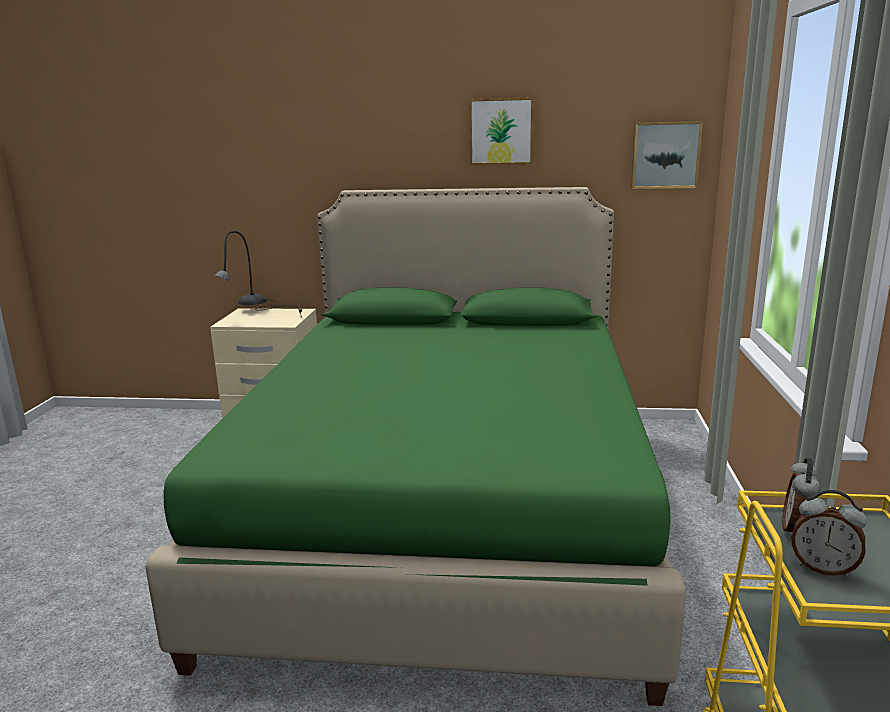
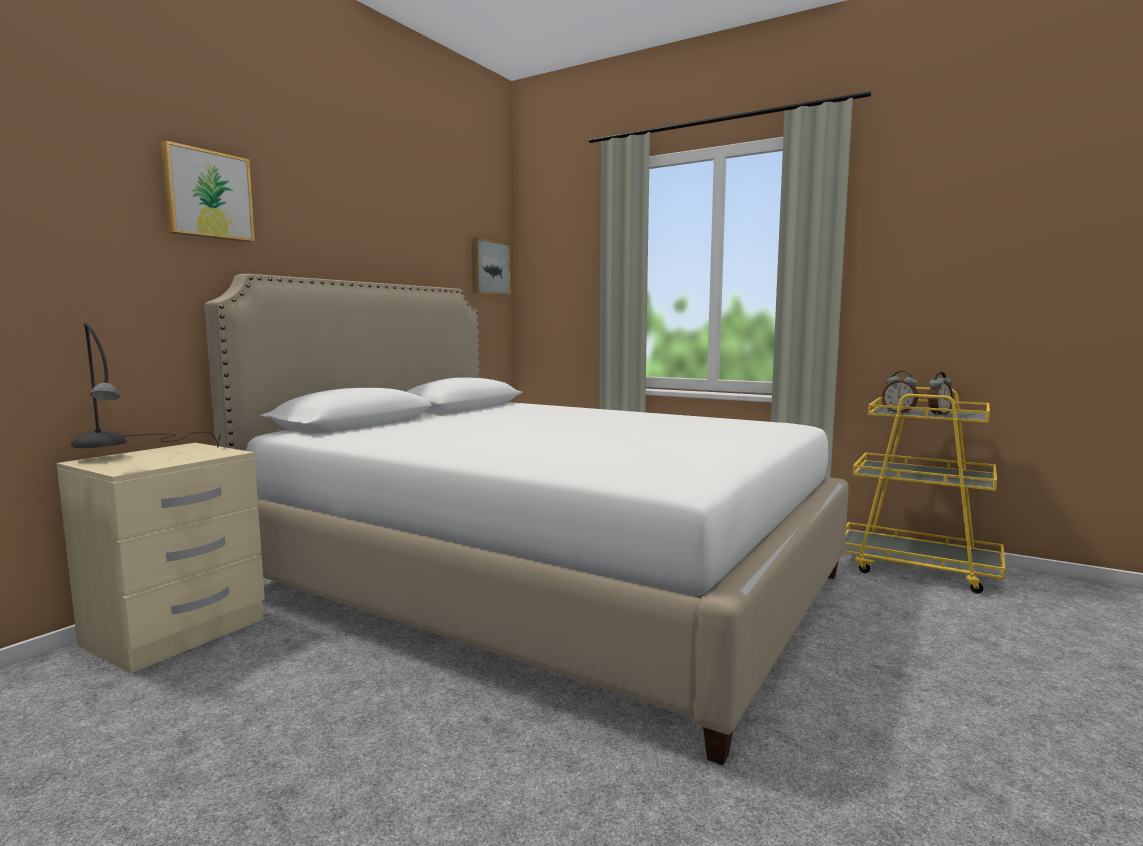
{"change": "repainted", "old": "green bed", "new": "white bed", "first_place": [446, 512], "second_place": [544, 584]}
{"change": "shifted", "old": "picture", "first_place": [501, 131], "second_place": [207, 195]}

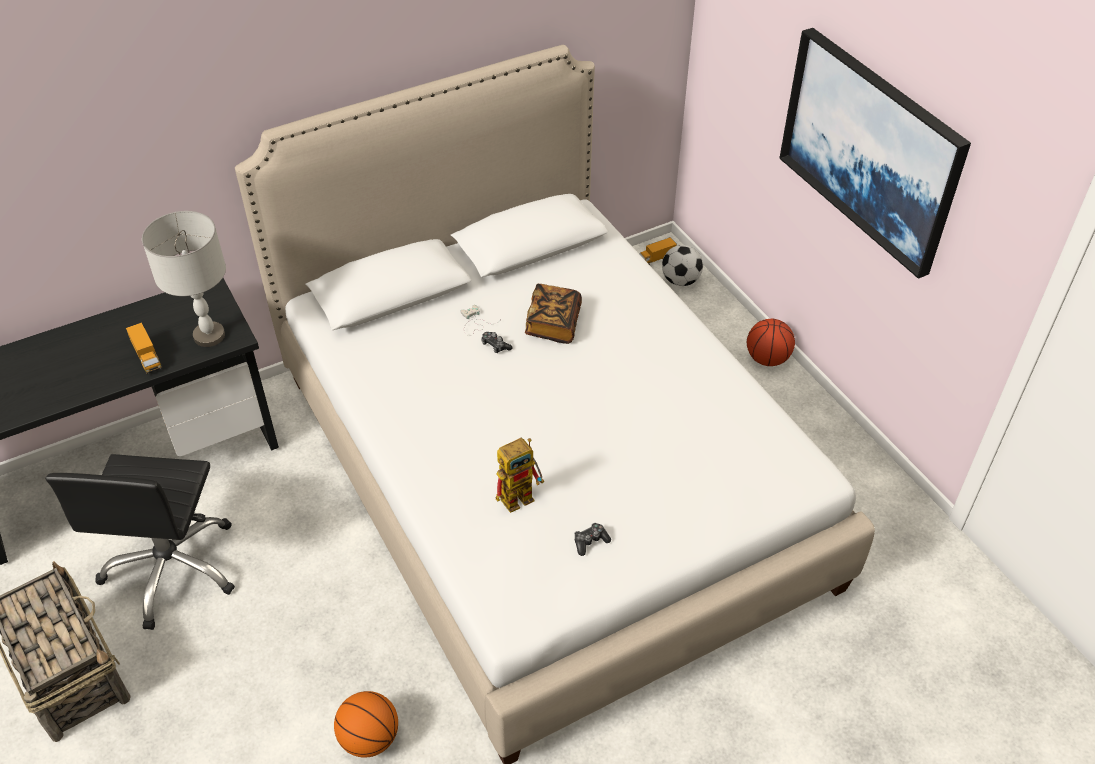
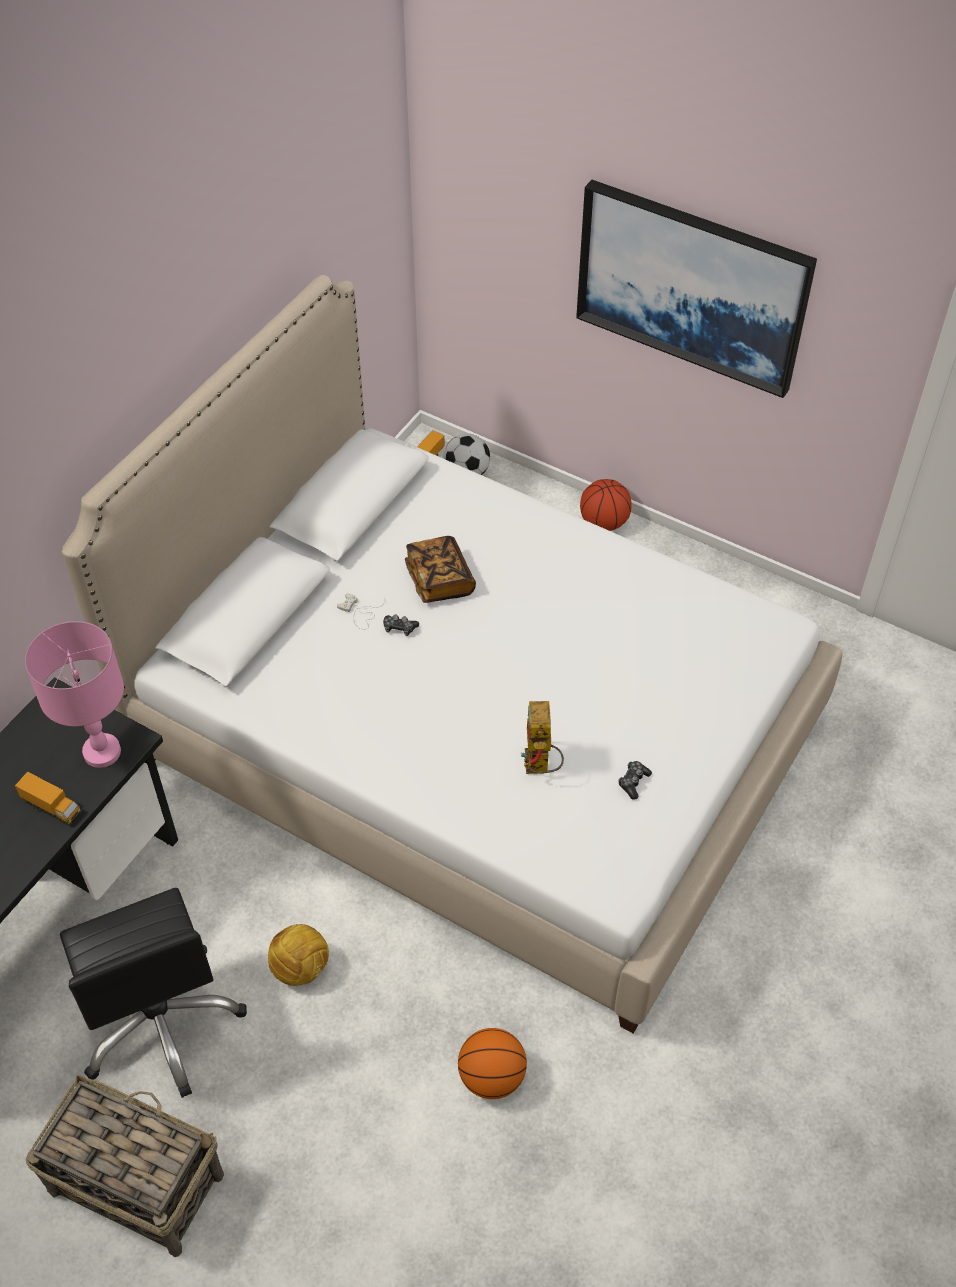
{"change": "repainted", "old": "grey table lamp", "new": "pink table lamp", "first_place": [209, 335], "second_place": [101, 751]}
{"change": "rotated", "old": "toy robot", "first_place": [521, 494], "second_place": [540, 767], "degrees": 150}
{"change": "new", "new": "football", "second_place": [301, 968]}

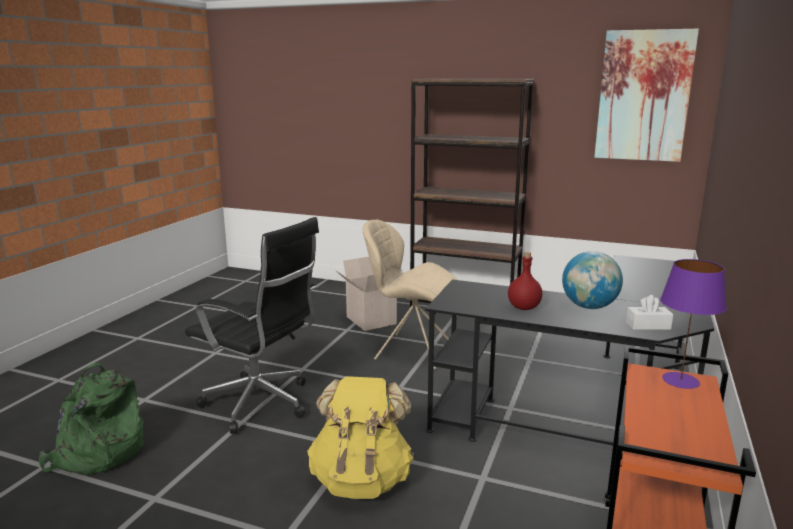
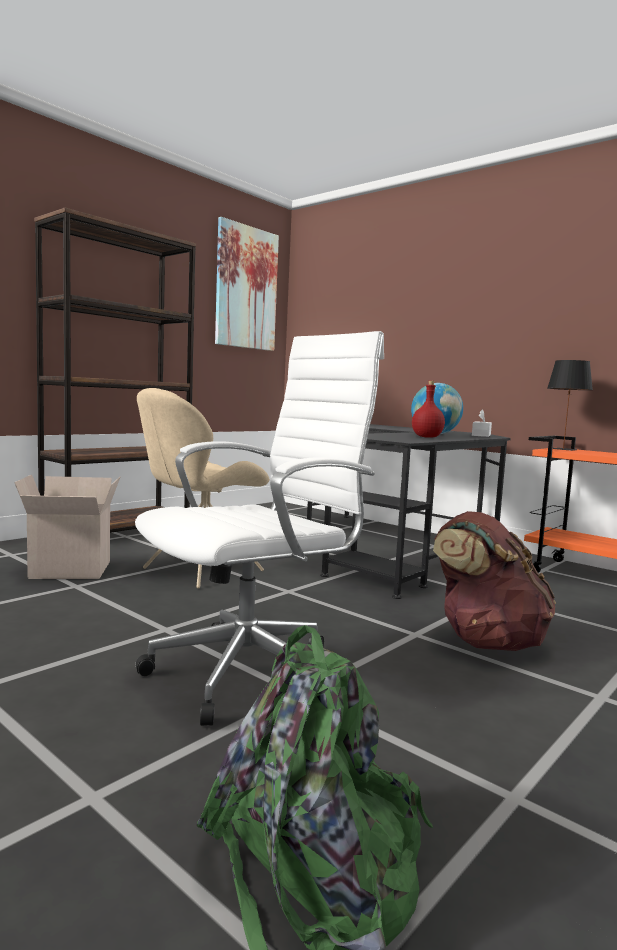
{"change": "repainted", "old": "black office chair", "new": "white office chair", "first_place": [262, 405], "second_place": [254, 671]}
{"change": "repainted", "old": "yellow backpack", "new": "brown backpack", "first_place": [361, 480], "second_place": [486, 641]}
{"change": "repainted", "old": "purple table lamp", "new": "black table lamp", "first_place": [681, 380], "second_place": [563, 449]}

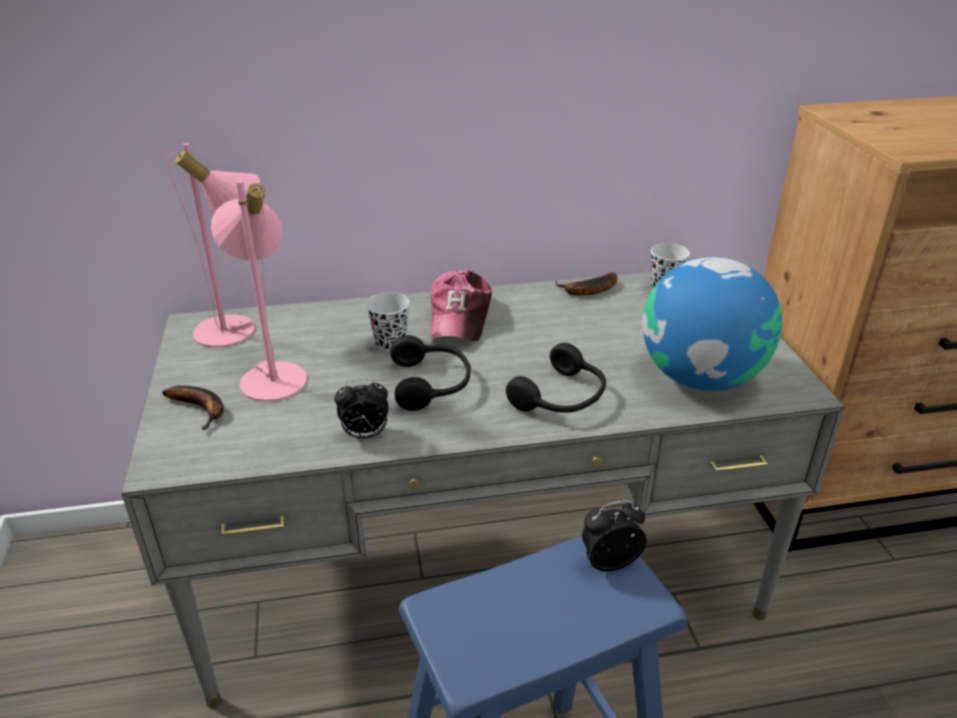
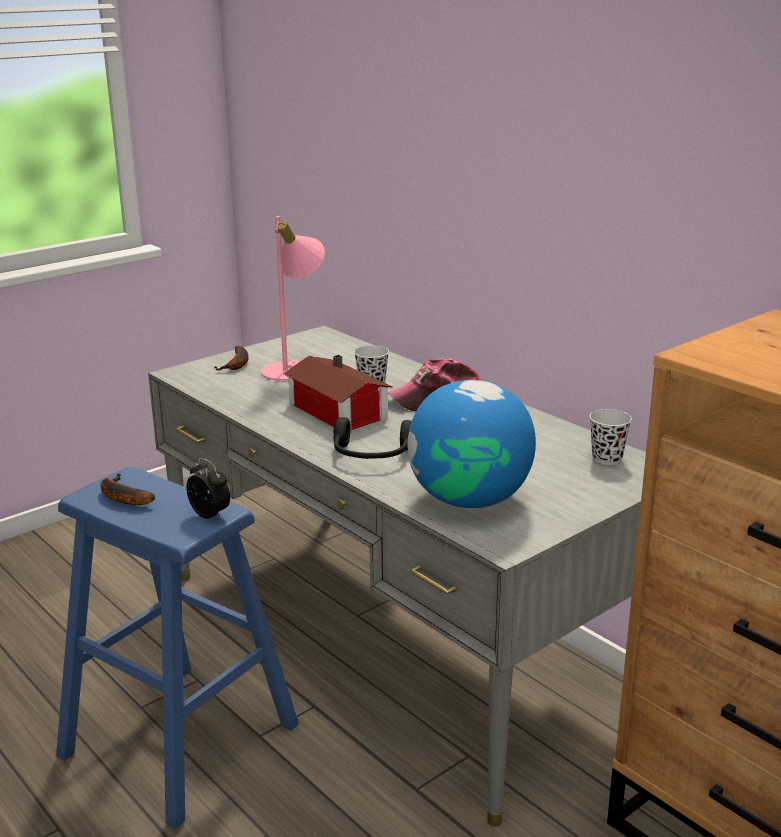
{"change": "gone", "old": "pink table lamp", "first_place": [237, 330]}
{"change": "gone", "old": "alarm clock", "first_place": [365, 435]}
{"change": "swapped", "old": "black headphones", "new": "toy house", "first_place": [432, 384], "second_place": [337, 412]}
{"change": "shifted", "old": "banana", "first_place": [588, 291], "second_place": [121, 496]}

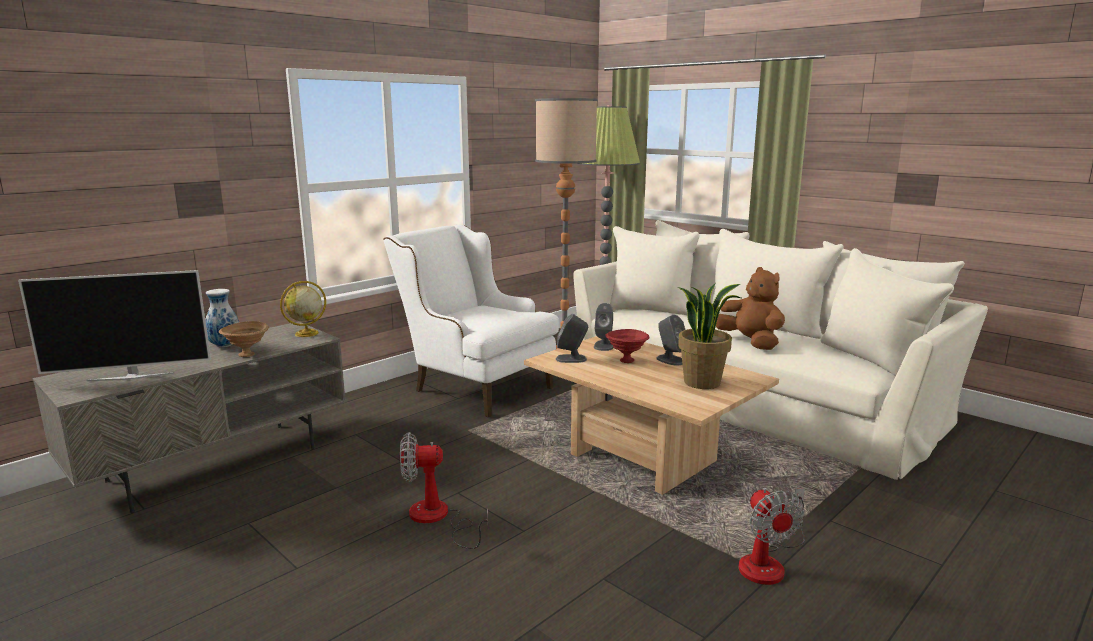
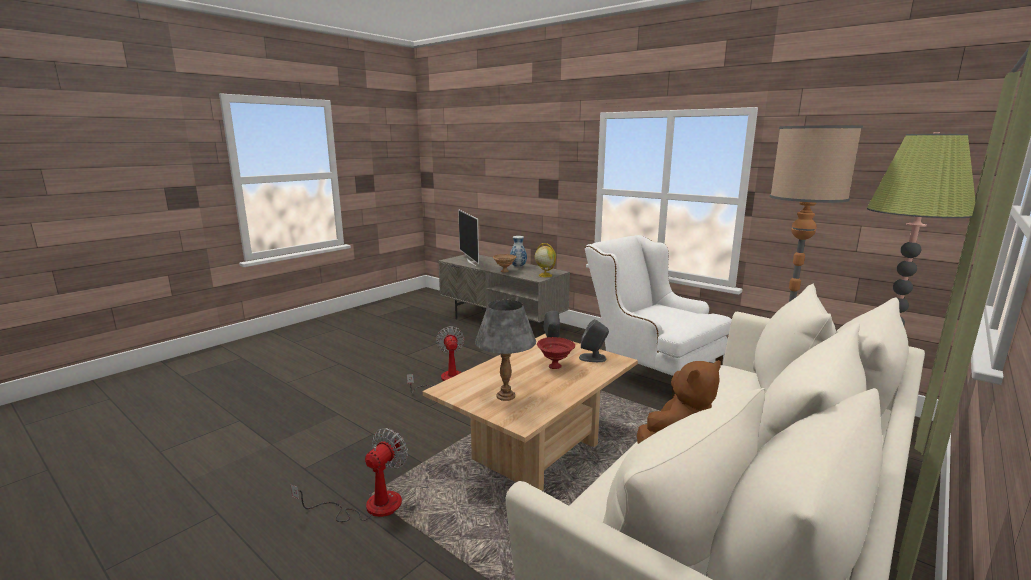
{"change": "rotated", "old": "white armchair", "first_place": [474, 385], "second_place": [650, 372], "degrees": -75}
{"change": "gone", "old": "grey speaker", "first_place": [670, 360]}
{"change": "swapped", "old": "potted plant", "new": "grey table lamp", "first_place": [702, 382], "second_place": [506, 396]}
{"change": "rotated", "old": "fan", "first_place": [768, 562], "second_place": [370, 506], "degrees": 135}

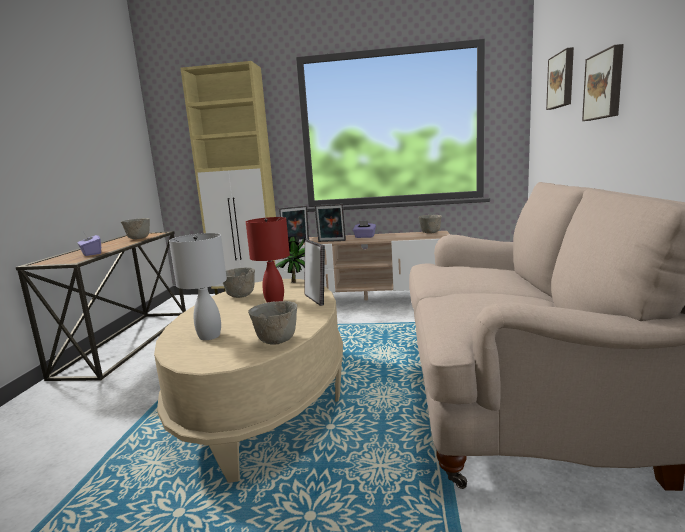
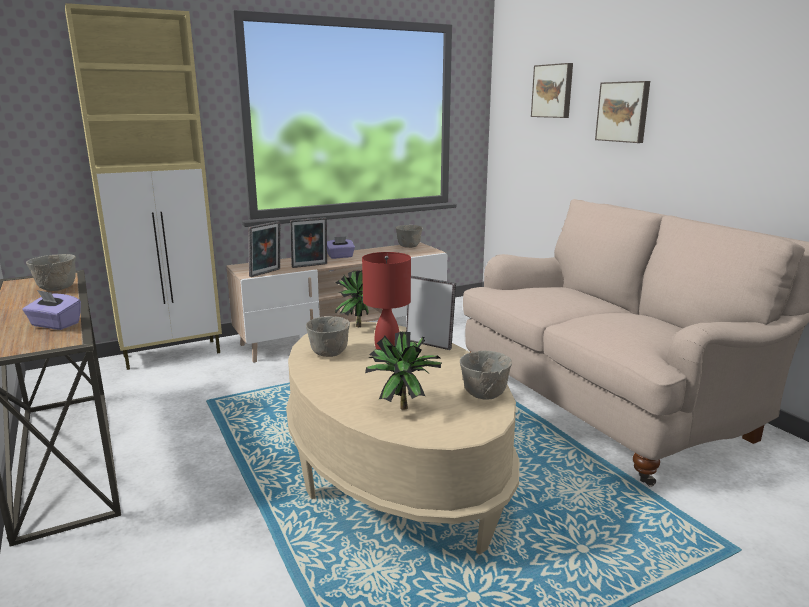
{"change": "swapped", "old": "white table lamp", "new": "potted plant", "first_place": [209, 336], "second_place": [401, 406]}

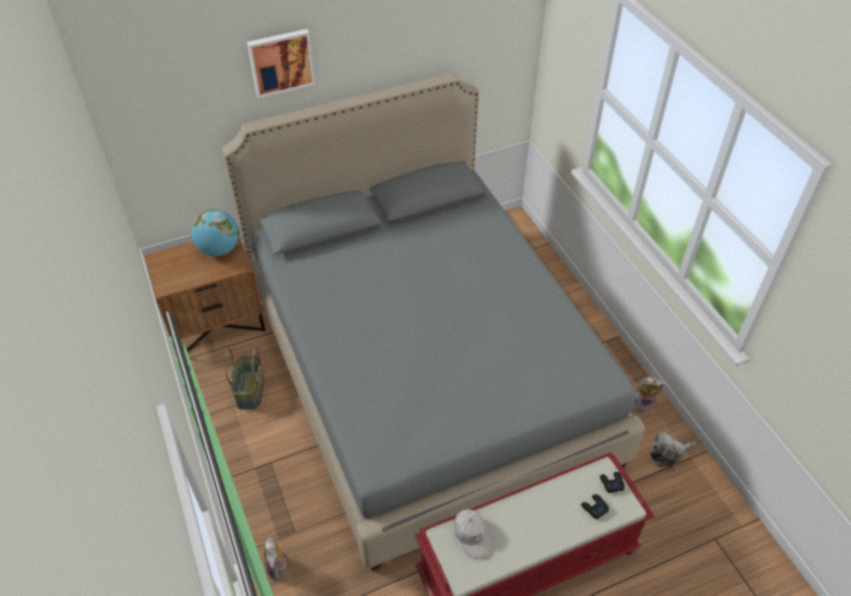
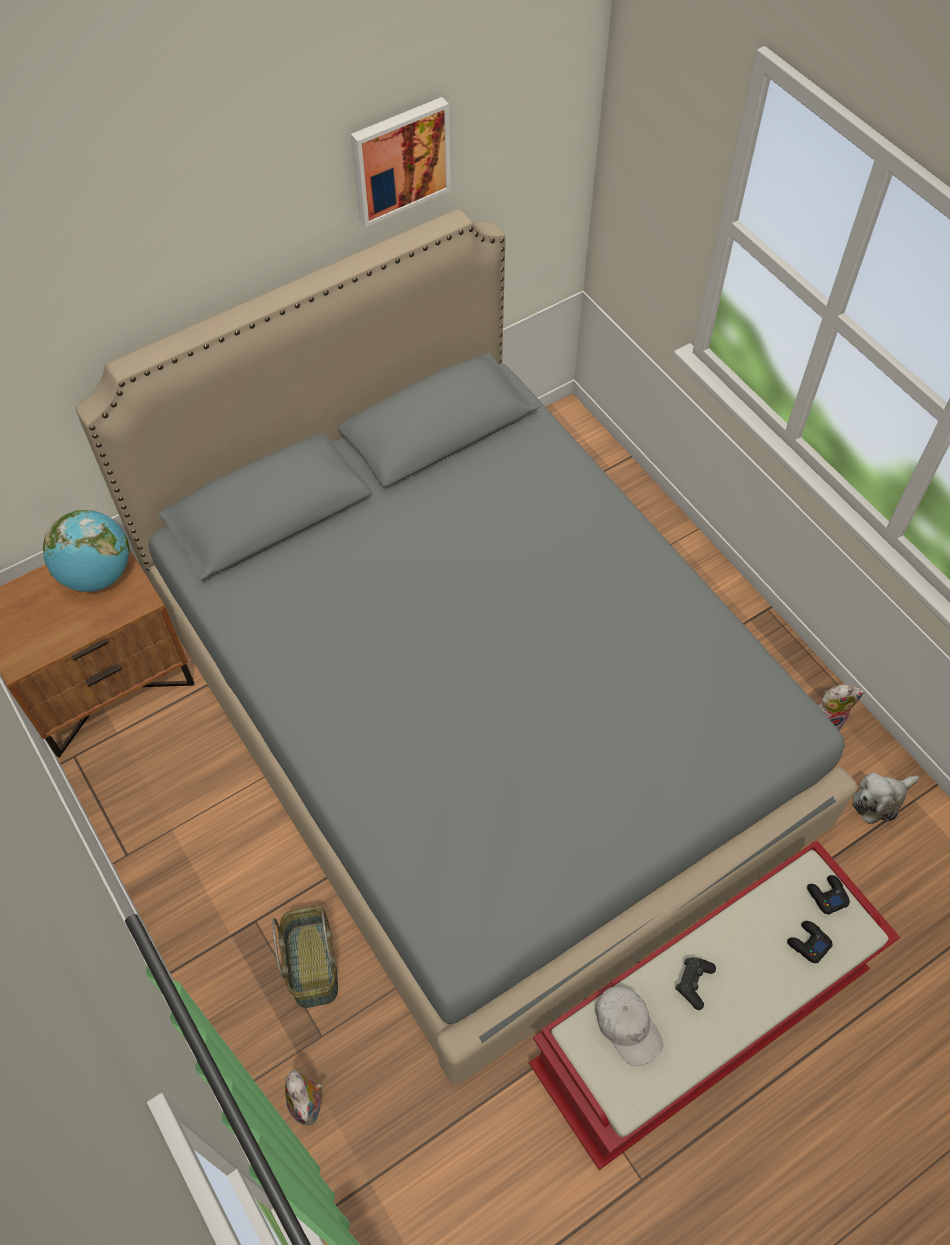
{"change": "shifted", "old": "basket", "first_place": [249, 390], "second_place": [311, 964]}
{"change": "shifted", "old": "picture", "first_place": [281, 62], "second_place": [399, 160]}
{"change": "new", "new": "black game controller", "second_place": [693, 983]}

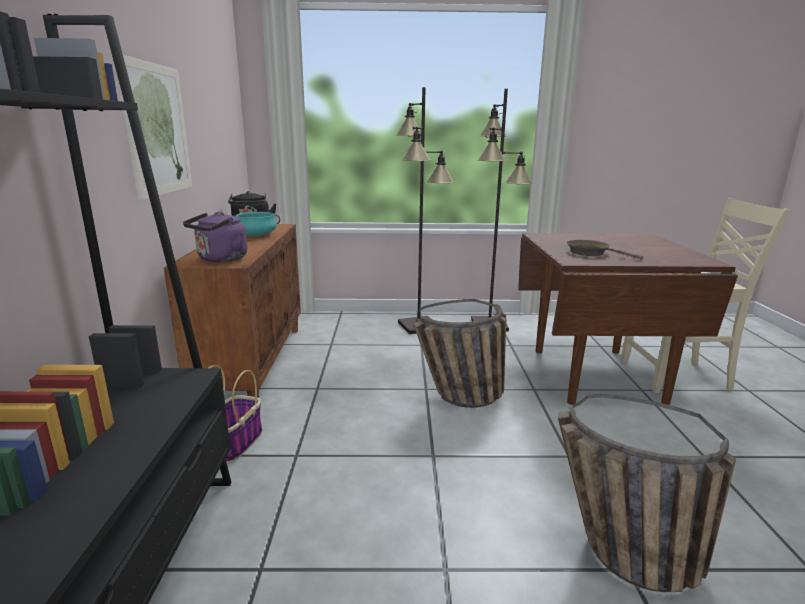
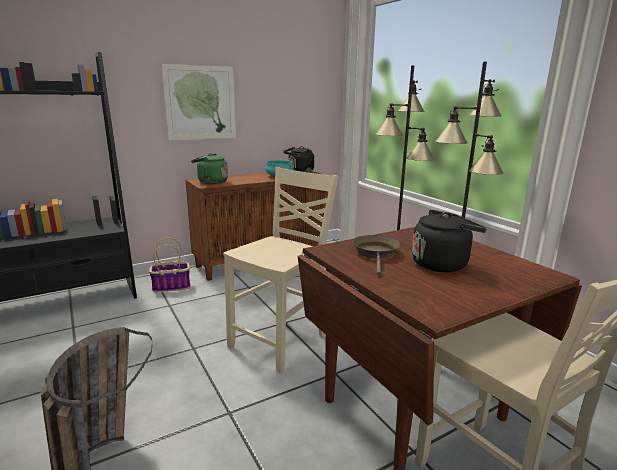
{"change": "repainted", "old": "purple kettle", "new": "green kettle", "first_place": [220, 259], "second_place": [210, 182]}
{"change": "swapped", "old": "basket", "new": "beige chair", "first_place": [461, 399], "second_place": [281, 341]}
{"change": "new", "new": "black kettle", "second_place": [442, 264]}

